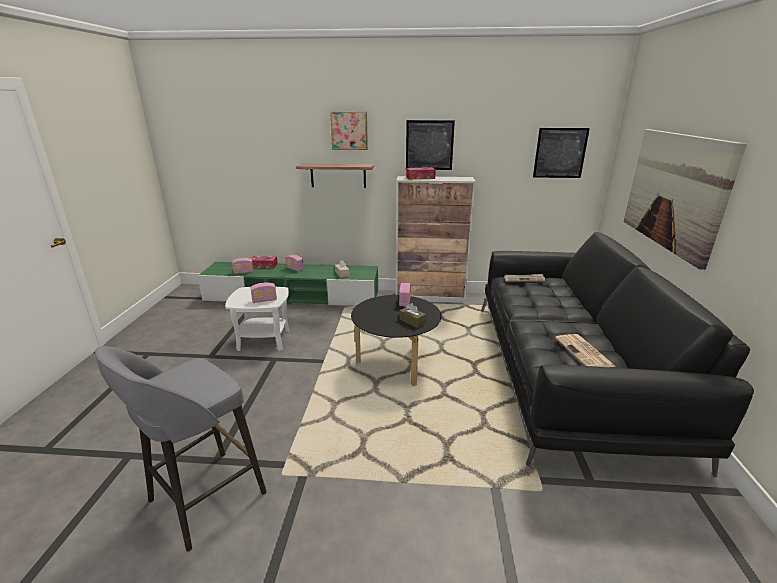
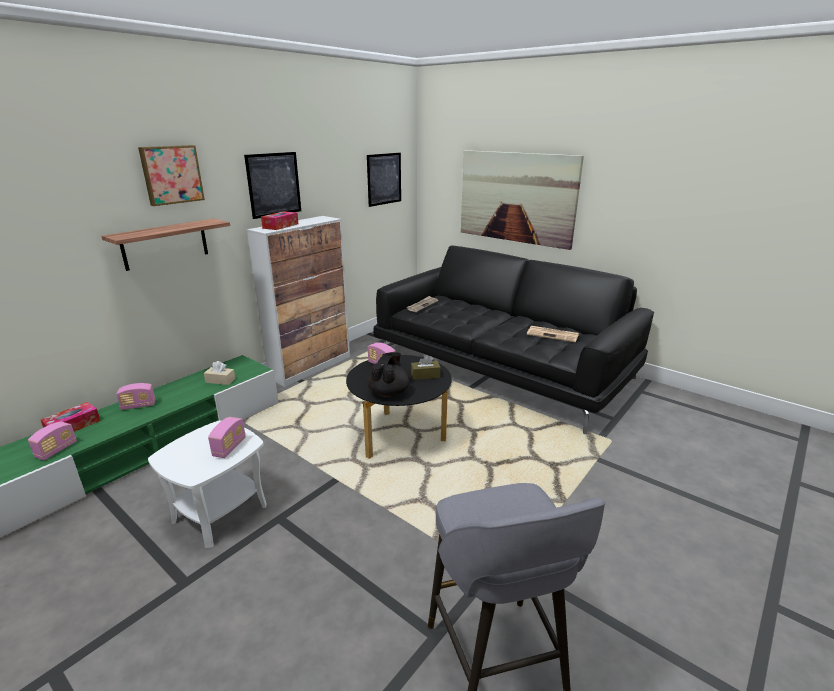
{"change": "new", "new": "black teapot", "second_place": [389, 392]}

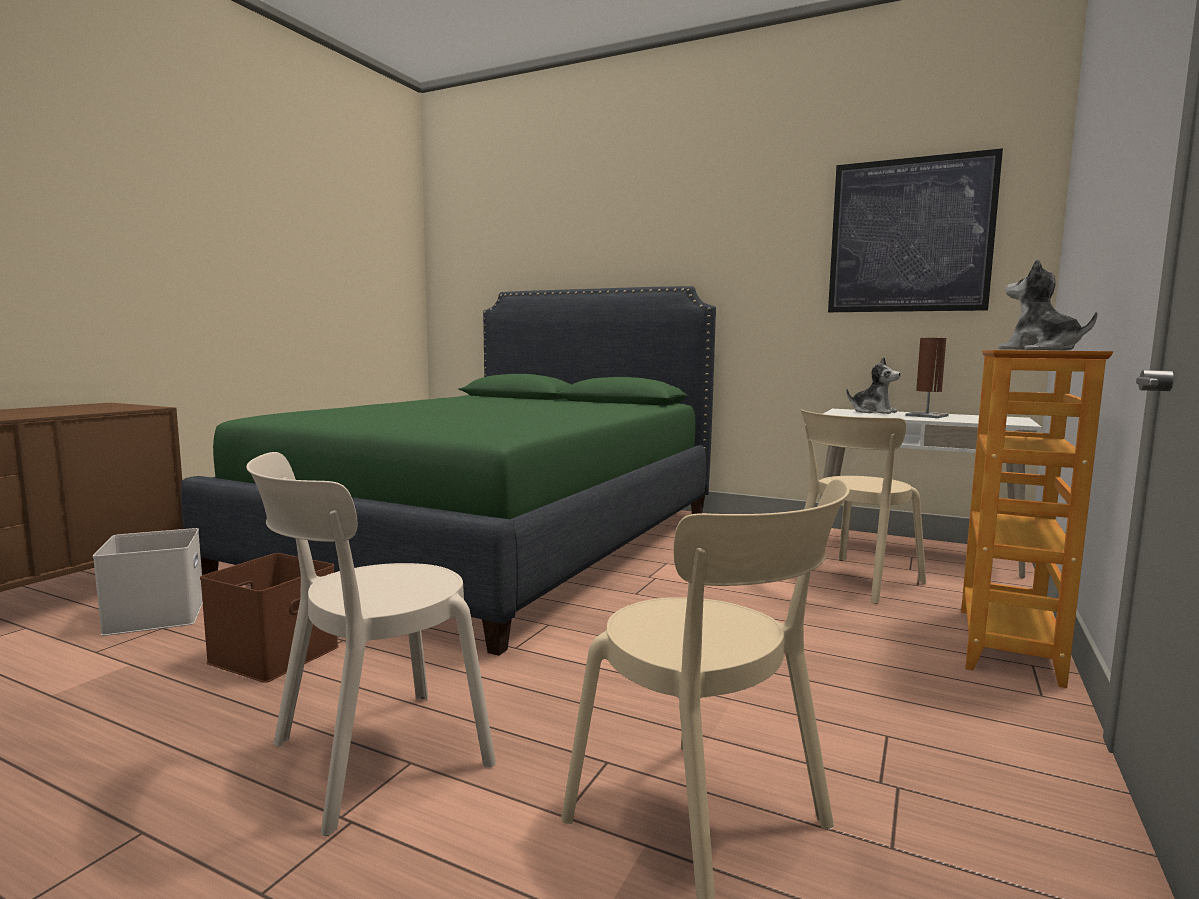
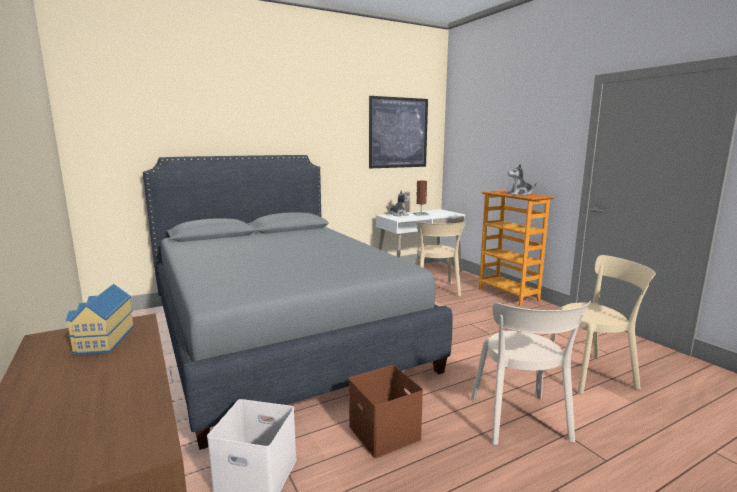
{"change": "repainted", "old": "green bed", "new": "grey bed", "first_place": [496, 542], "second_place": [281, 334]}
{"change": "new", "new": "toy house", "second_place": [103, 339]}

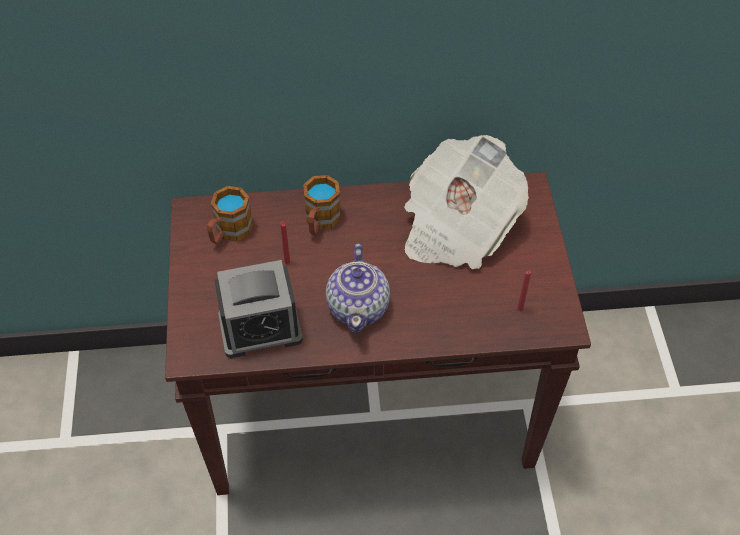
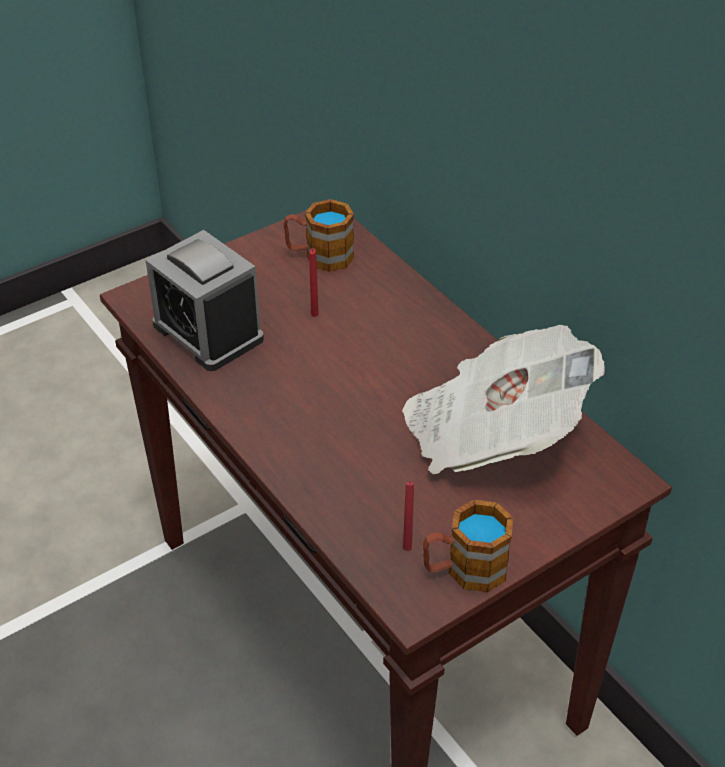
{"change": "shifted", "old": "mug", "first_place": [320, 222], "second_place": [464, 570]}
{"change": "gone", "old": "teapot", "first_place": [359, 307]}

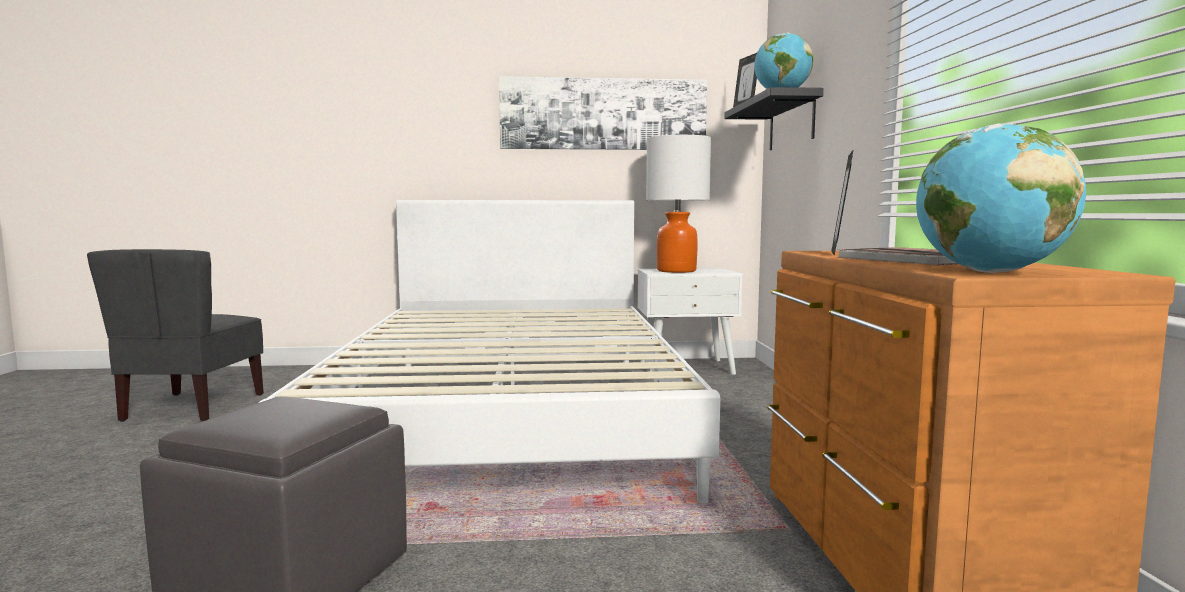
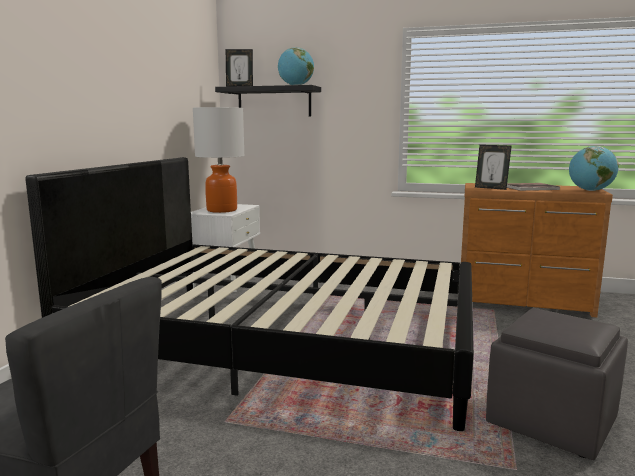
{"change": "repainted", "old": "white bed", "new": "black bed", "first_place": [512, 413], "second_place": [284, 340]}
{"change": "gone", "old": "picture", "first_place": [603, 114]}

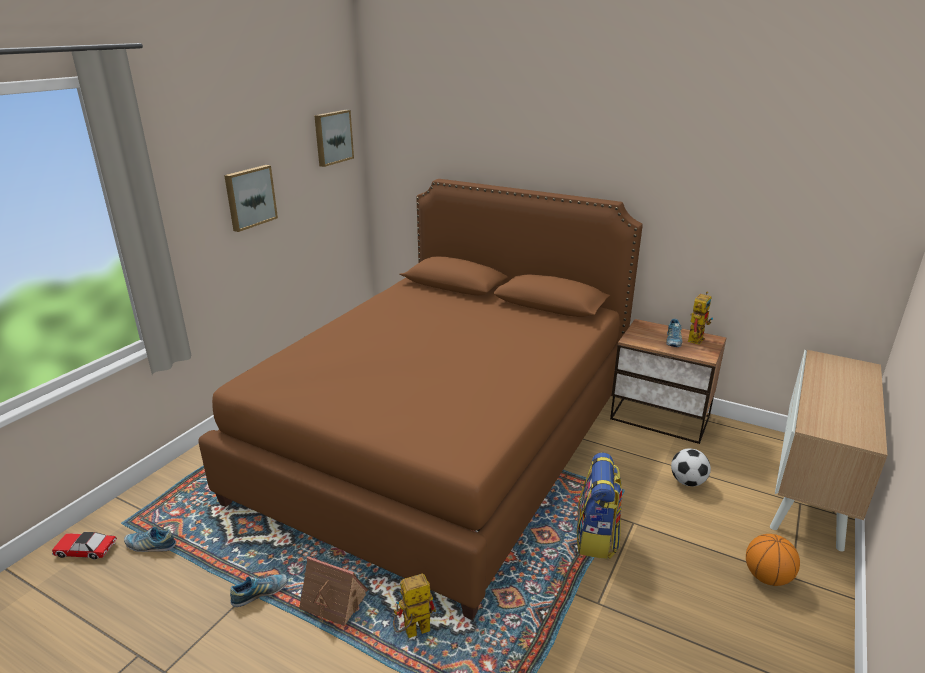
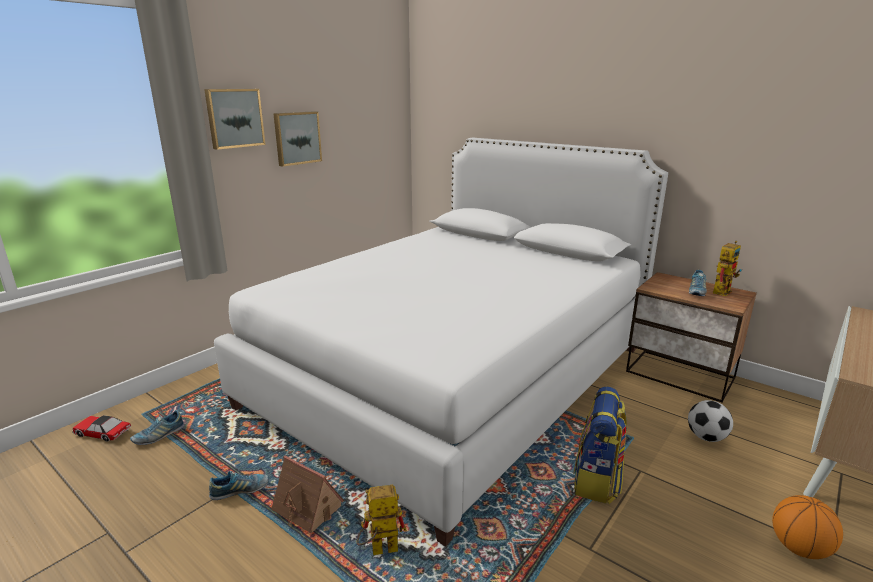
{"change": "rotated", "old": "shoe", "first_place": [151, 545], "second_place": [159, 435], "degrees": -60}
{"change": "repainted", "old": "brown bed", "new": "white bed", "first_place": [443, 442], "second_place": [453, 376]}
{"change": "shifted", "old": "picture", "first_place": [332, 137], "second_place": [234, 118]}

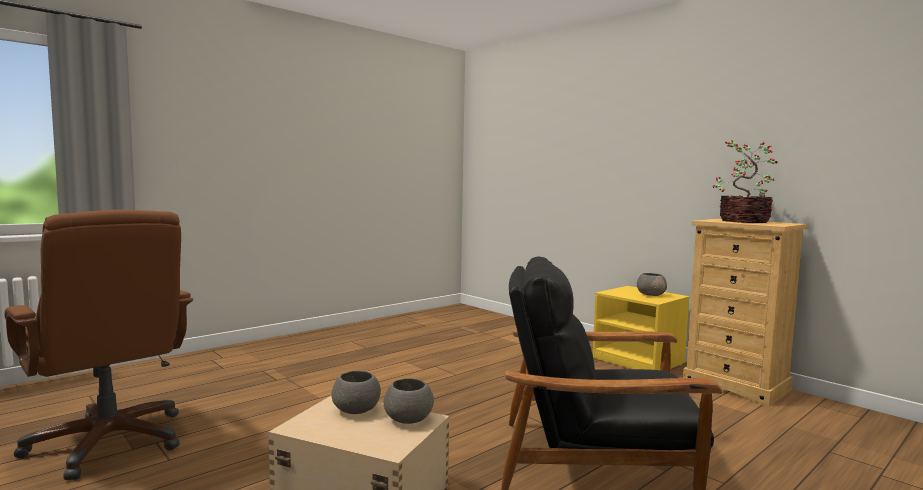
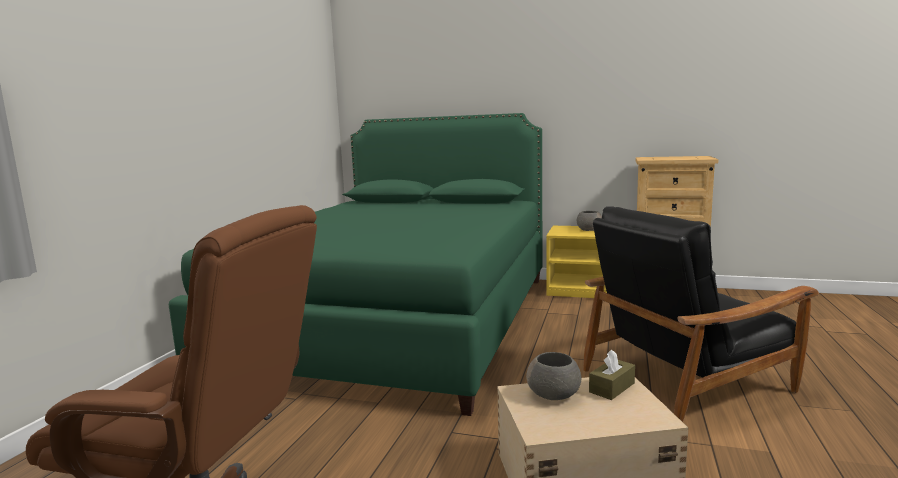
{"change": "swapped", "old": "grey bowl", "new": "brown tissue box", "first_place": [408, 420], "second_place": [612, 387]}
{"change": "gone", "old": "potted plant", "first_place": [742, 221]}
{"change": "new", "new": "green bed", "second_place": [400, 320]}

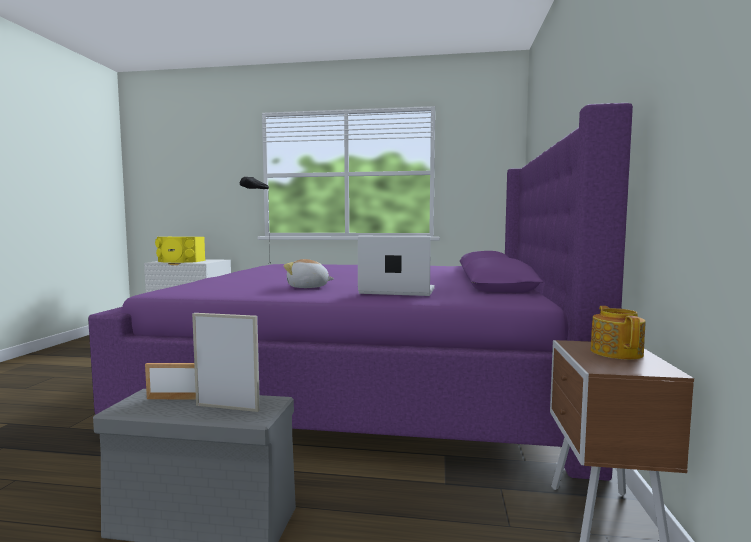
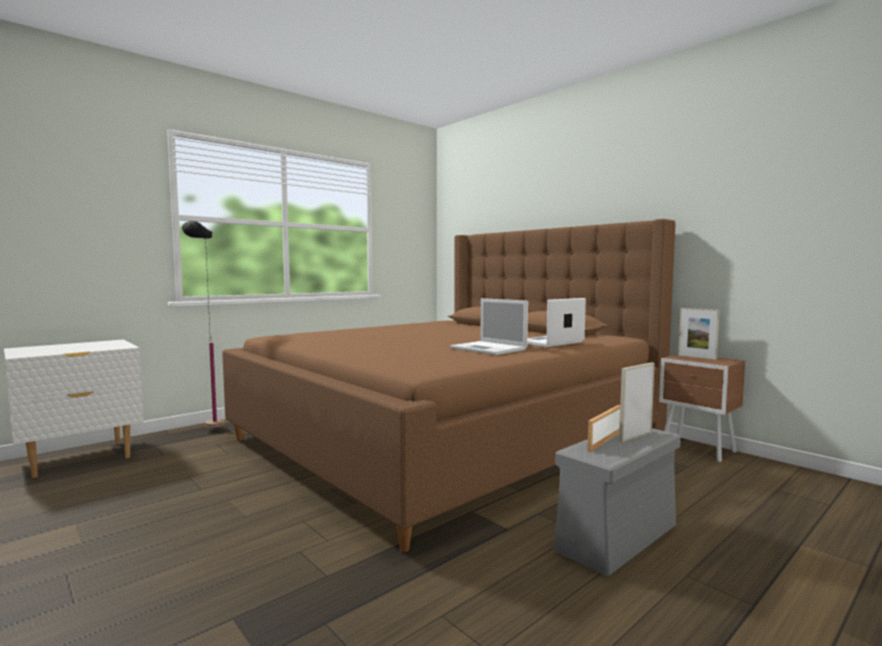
{"change": "repainted", "old": "purple bed", "new": "brown bed", "first_place": [370, 383], "second_place": [450, 437]}
{"change": "gone", "old": "yellow speaker", "first_place": [180, 261]}
{"change": "swapped", "old": "plush toy", "new": "laptop", "first_place": [308, 287], "second_place": [489, 349]}
{"change": "swapped", "old": "teapot", "new": "picture frame", "first_place": [616, 352], "second_place": [697, 357]}

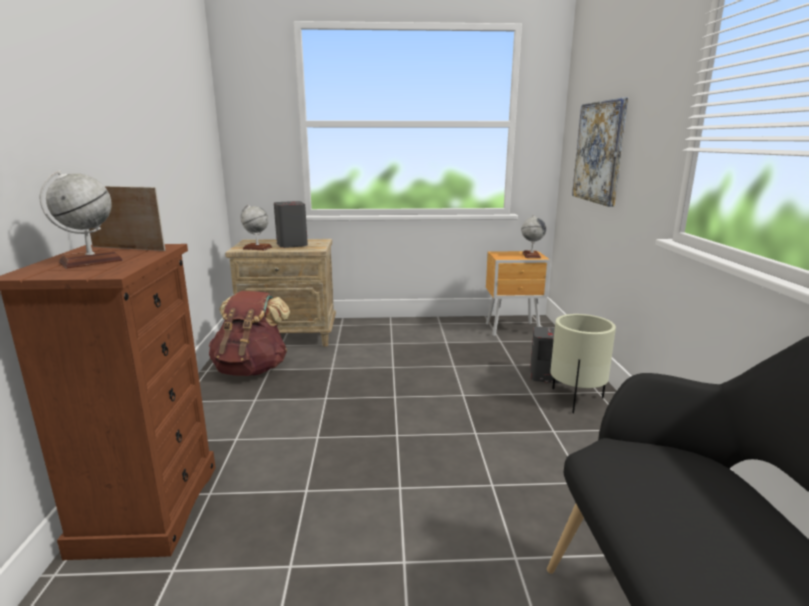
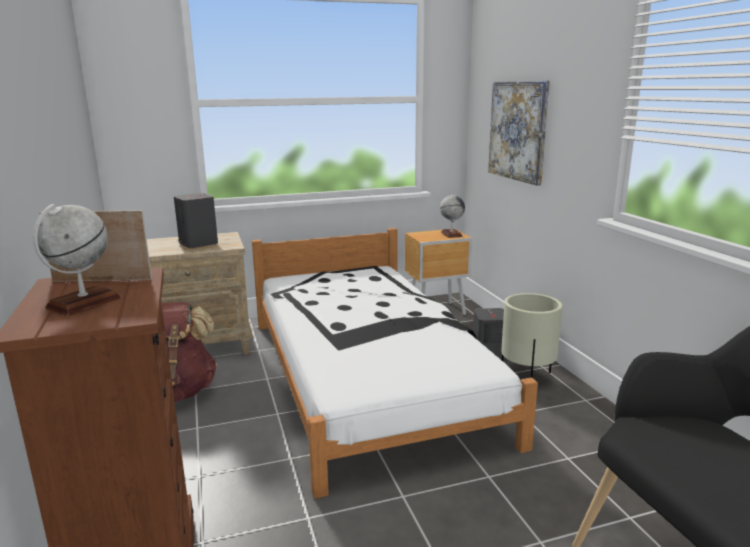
{"change": "gone", "old": "globe", "first_place": [257, 248]}
{"change": "new", "new": "white bed", "second_place": [366, 375]}

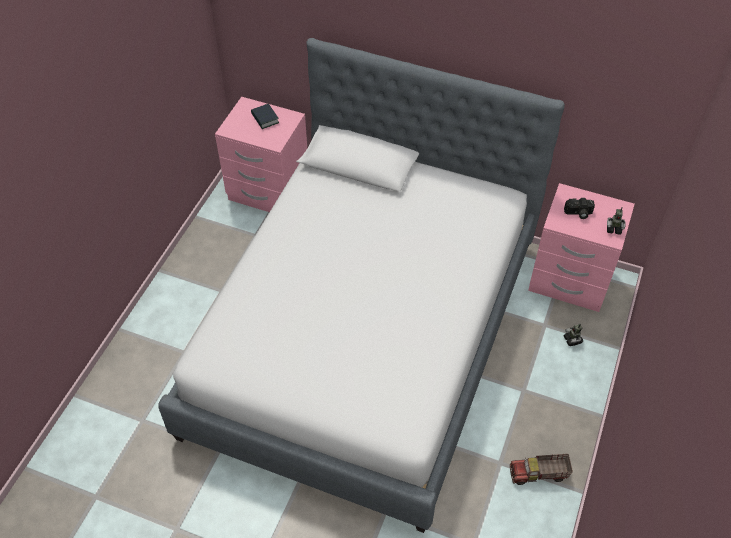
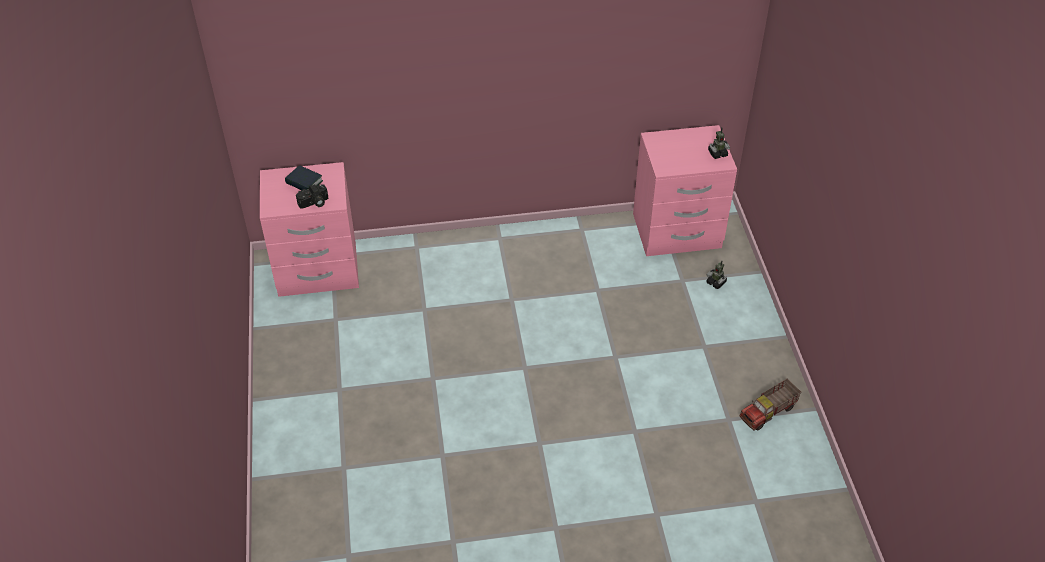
{"change": "gone", "old": "bed", "first_place": [365, 336]}
{"change": "shifted", "old": "photo camera", "first_place": [578, 213], "second_place": [314, 203]}

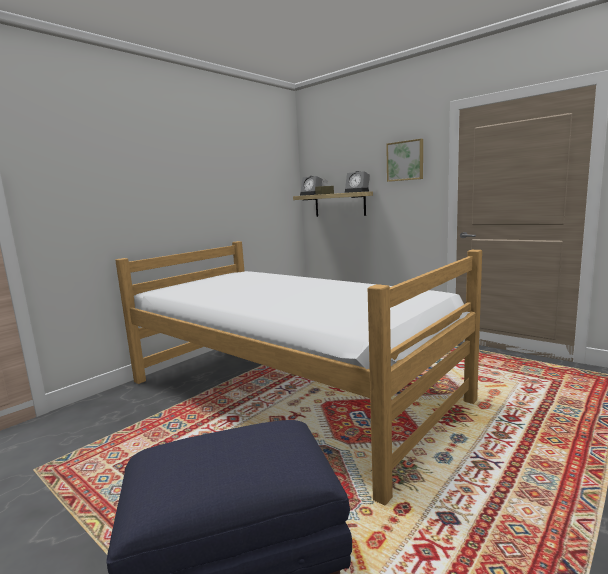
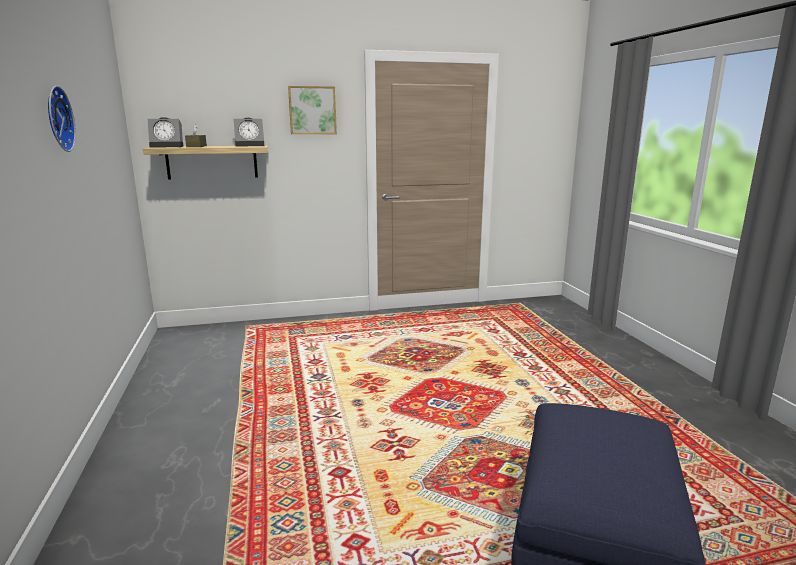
{"change": "gone", "old": "bed", "first_place": [288, 390]}
{"change": "new", "new": "wall clock", "second_place": [56, 119]}

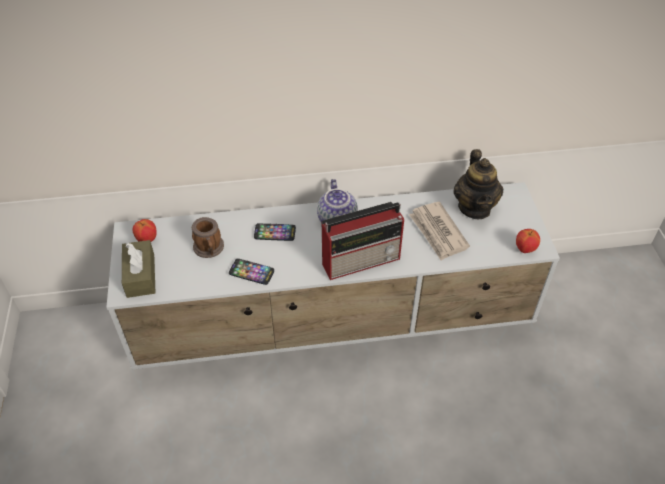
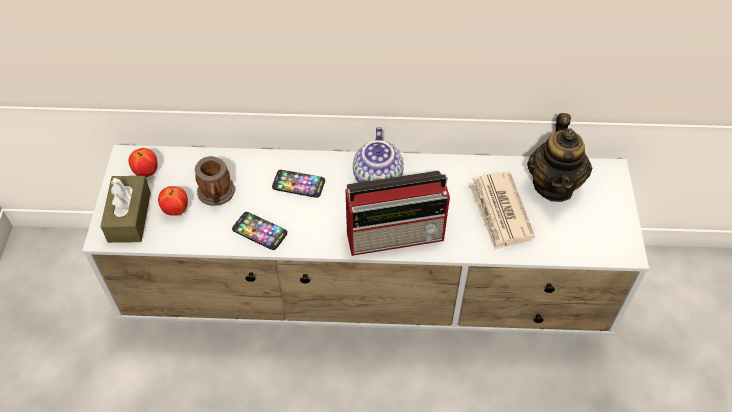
{"change": "shifted", "old": "apple", "first_place": [525, 249], "second_place": [176, 210]}

